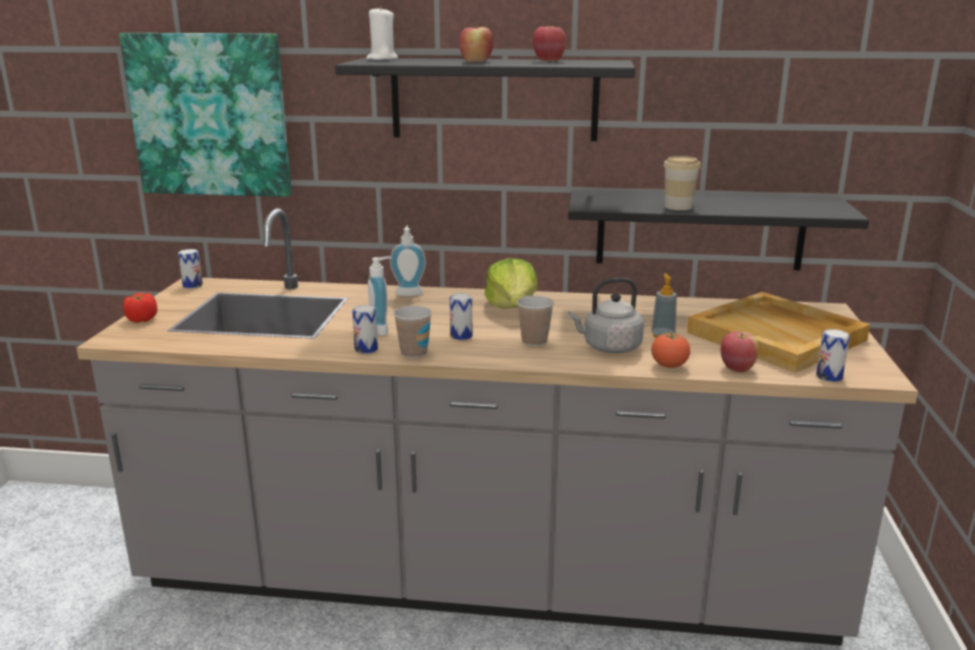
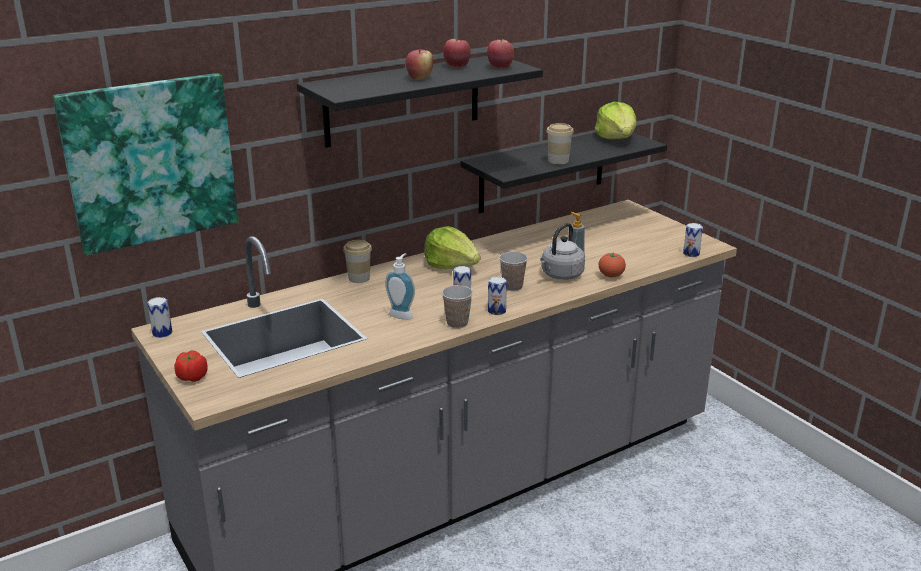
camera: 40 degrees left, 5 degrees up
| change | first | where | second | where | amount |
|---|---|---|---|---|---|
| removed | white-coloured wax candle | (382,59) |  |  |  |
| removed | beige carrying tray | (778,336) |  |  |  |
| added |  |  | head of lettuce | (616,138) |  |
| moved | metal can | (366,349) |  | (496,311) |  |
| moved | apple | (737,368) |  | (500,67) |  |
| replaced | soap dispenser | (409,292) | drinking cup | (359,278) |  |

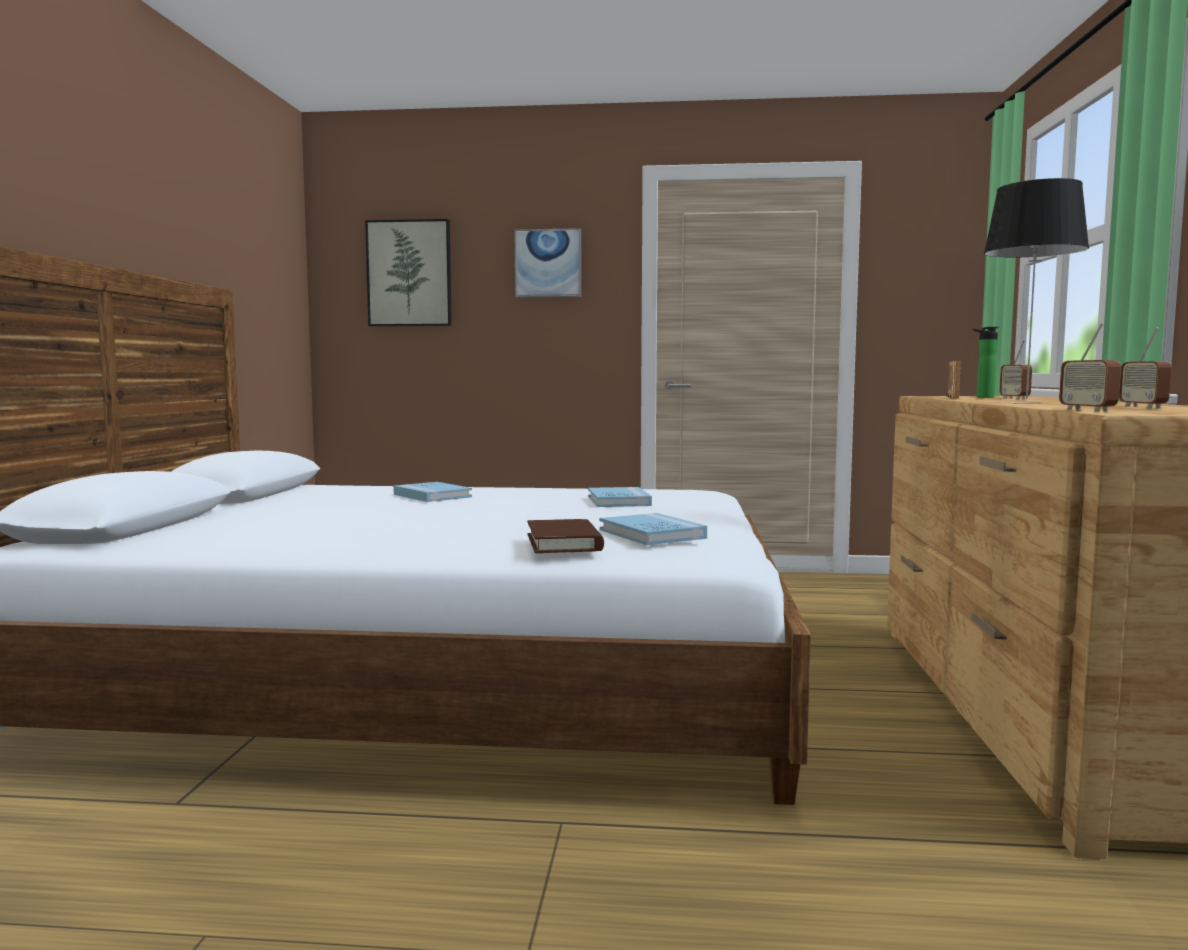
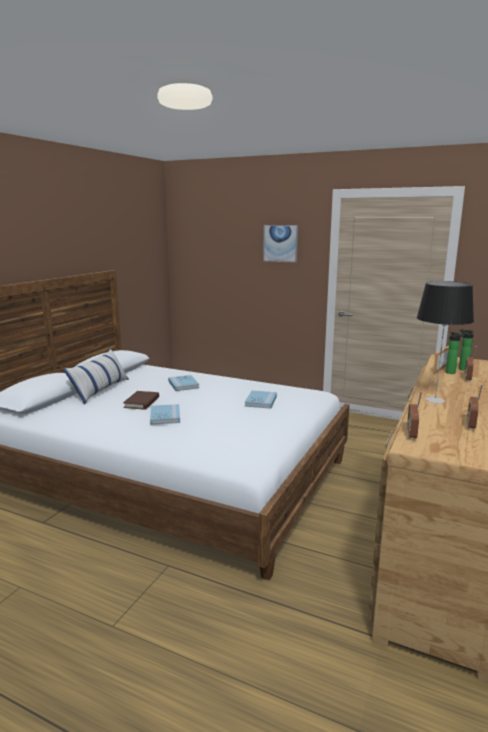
camera: 20 degrees right, 10 degrees up
| change | first | where | second | where | amount |
|---|---|---|---|---|---|
| removed | wall art | (409,273) |  |  |  |
| added |  |  | pillow | (100,390) |  |
| added |  |  | beverage bottle | (452,373) |  |
| moved | brown book | (564,542) |  | (141,402) |  |
| moved | bluish book | (651,534) |  | (165,416) |  |

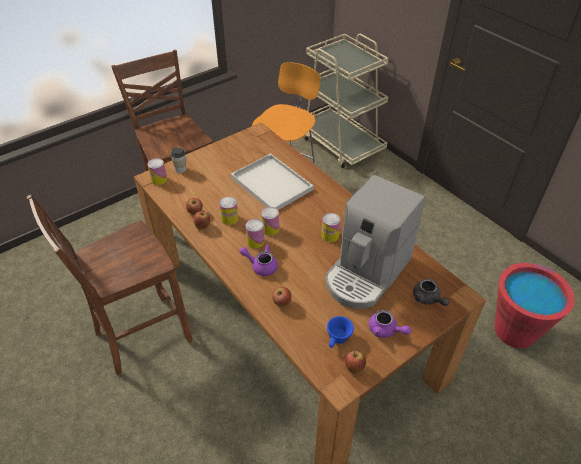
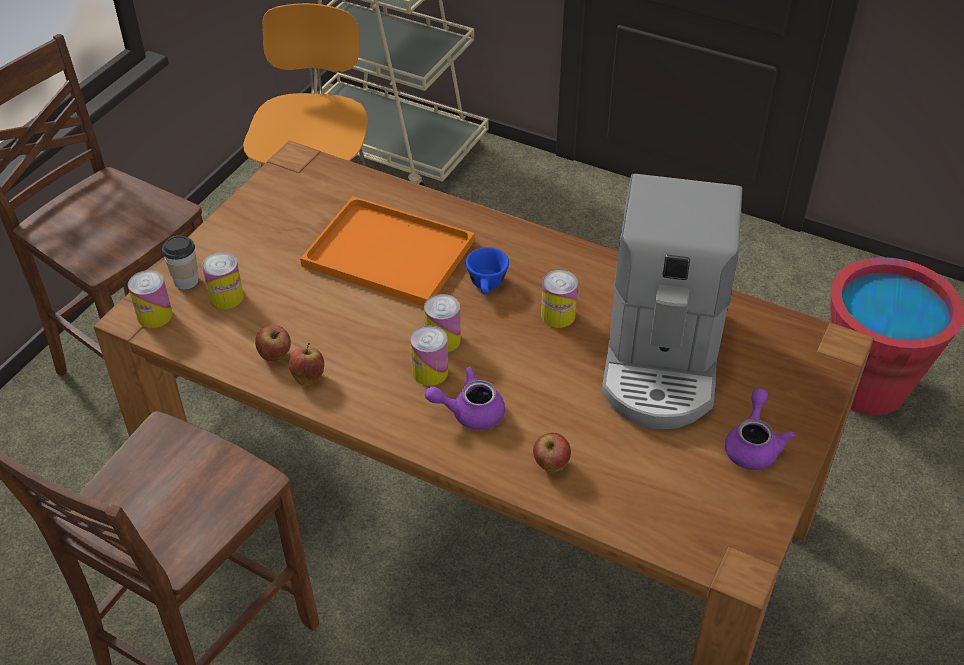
camera: 25 degrees left, 0 degrees up
| change | first | where | second | where | amount |
|---|---|---|---|---|---|
| removed | apple | (354,367) |  |  |  |
| removed | greyish teapot | (428,299) |  |  |  |
| moved | metal can | (229,218) |  | (226,297) |  |
| moved | bluish drinking cup | (337,339) |  | (487,286) |  |
| recoloured | white-coloured carrying tray | (270,183) | orange carrying tray | (385,253) |  |
| turned | purplish teapot | (386,330) |  | (753,445) | 90 degrees counterclockwise |

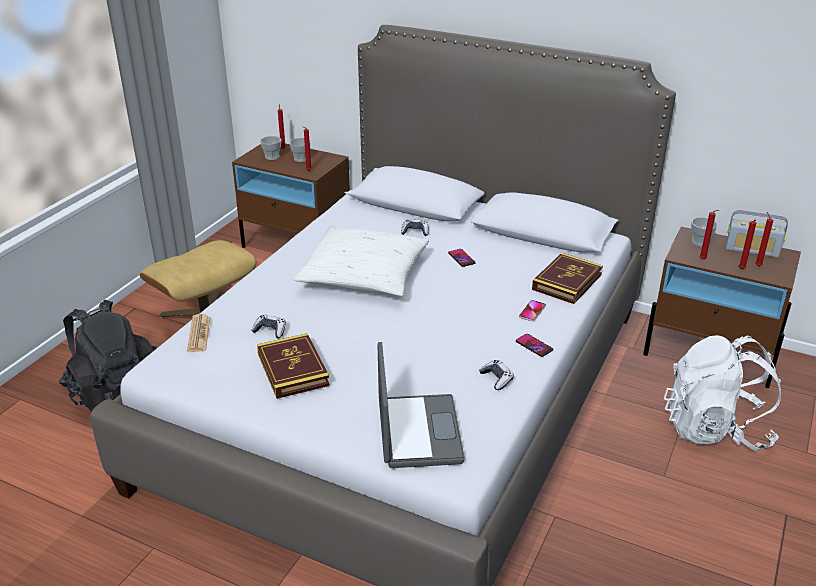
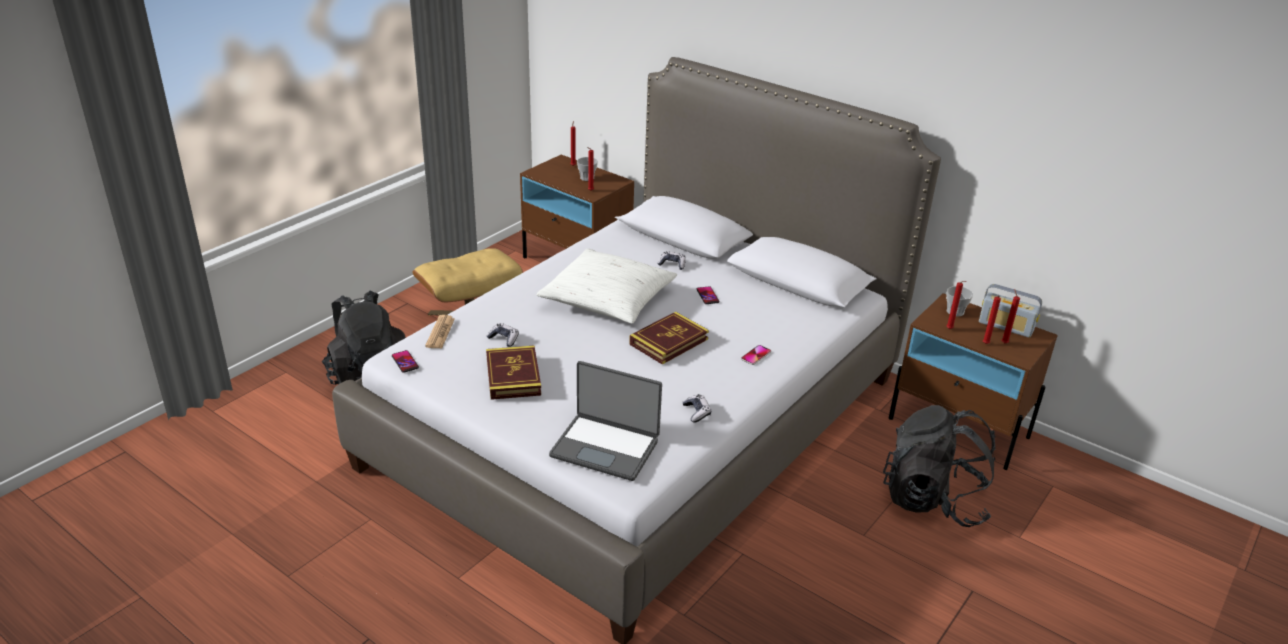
camera: 10 degrees right, 0 degrees up
| change | first | where | second | where | amount |
|---|---|---|---|---|---|
| removed | drinking cup | (272,157) |  |  |  |
| moved | phone | (534,346) |  | (405,362) |  |
| moved | book | (567,282) |  | (668,342) |  |
| recoloured | white-coloured backpack | (715,429) | black backpack | (933,500) |  |
| turned | portable computer | (417,432) |  | (605,447) | 105 degrees clockwise |

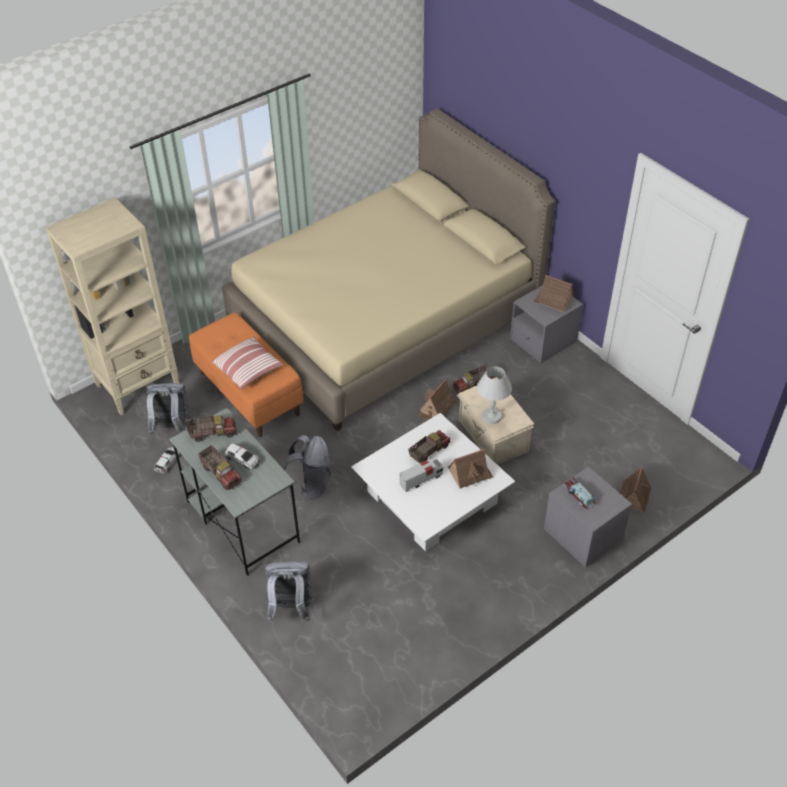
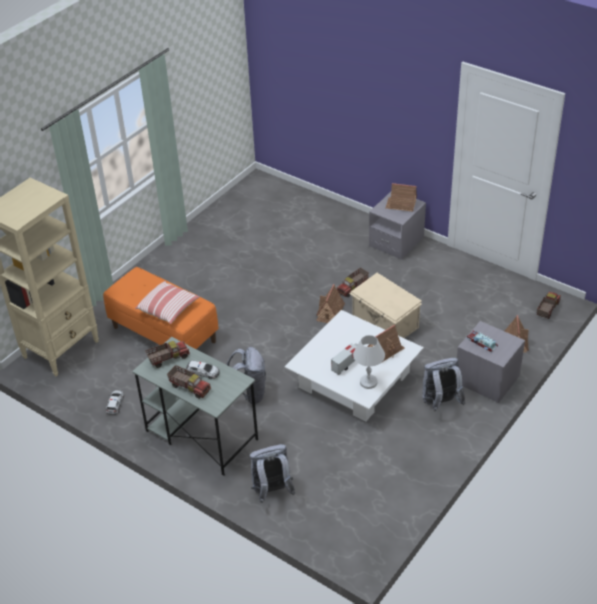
camera: 15 degrees left, 5 degrees down
| change | first | where | second | where | amount |
|---|---|---|---|---|---|
| removed | beige bedroom bed | (385,319) |  |  |  |
| moved | greyish backpack | (172,428) |  | (440,403) |  |
| moved | toy truck | (428,451) |  | (547,309) |  |
| moved | white-coloured lamp for a table | (492,416) |  | (368,382) |  |

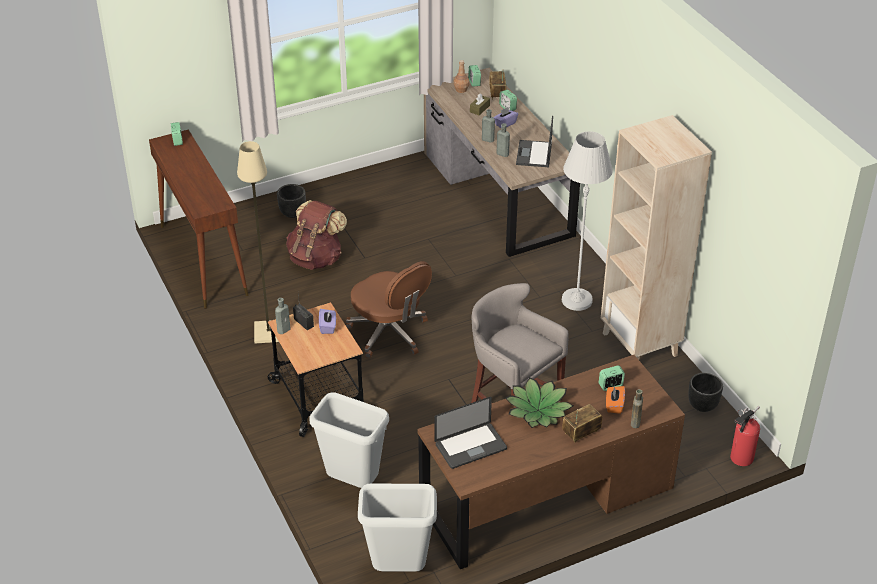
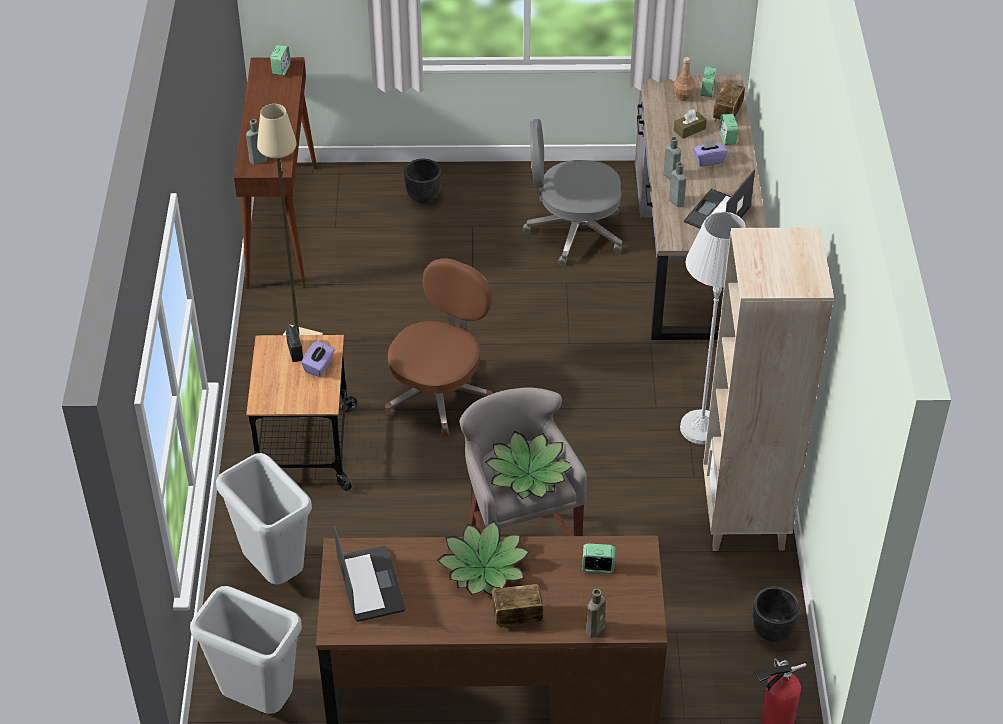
camera: 25 degrees right, 5 degrees up
| change | first | where | second | where | amount |
|---|---|---|---|---|---|
| removed | brown backpack | (316,258) |  |  |  |
| removed | orange tissue holder | (614,405) |  |  |  |
| added |  |  | potted plant | (528,474) |  |
| added |  |  | greyish office chair | (573,232) |  |
| moved | greyish beverage bottle | (284,329) |  | (259,160) |  |
| turned | brown office chair | (389,333) |  | (439,393) | 135 degrees counterclockwise |
| turned | portable computer | (470,447) |  | (370,585) | 105 degrees counterclockwise |

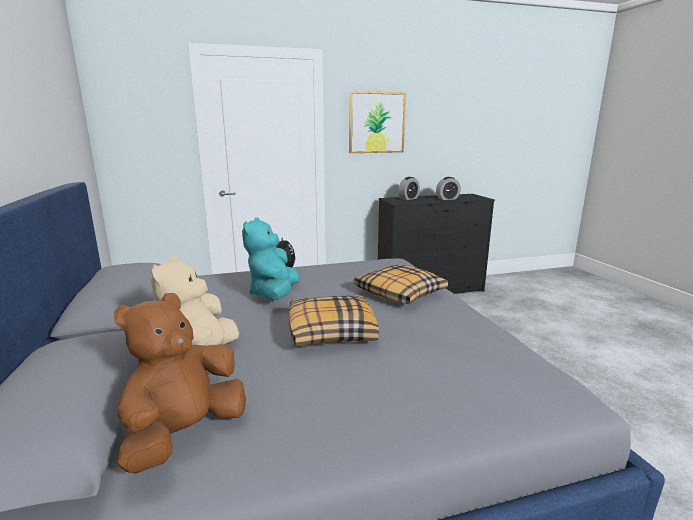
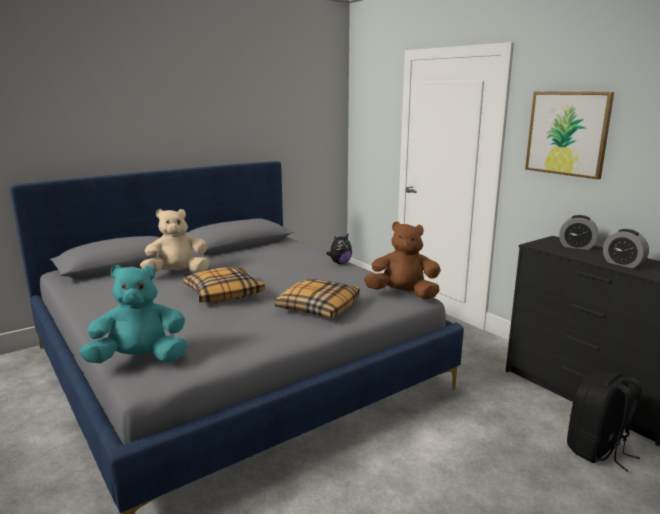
camera: 70 degrees right, 0 degrees up
| change | first | where | second | where | amount |
|---|---|---|---|---|---|
| added |  |  | black backpack | (597,450) |  |
| moved | brown soft toy | (185,434) |  | (403,294) |  |
| moved | turquoise soft toy | (274,294) |  | (140,360) |  |

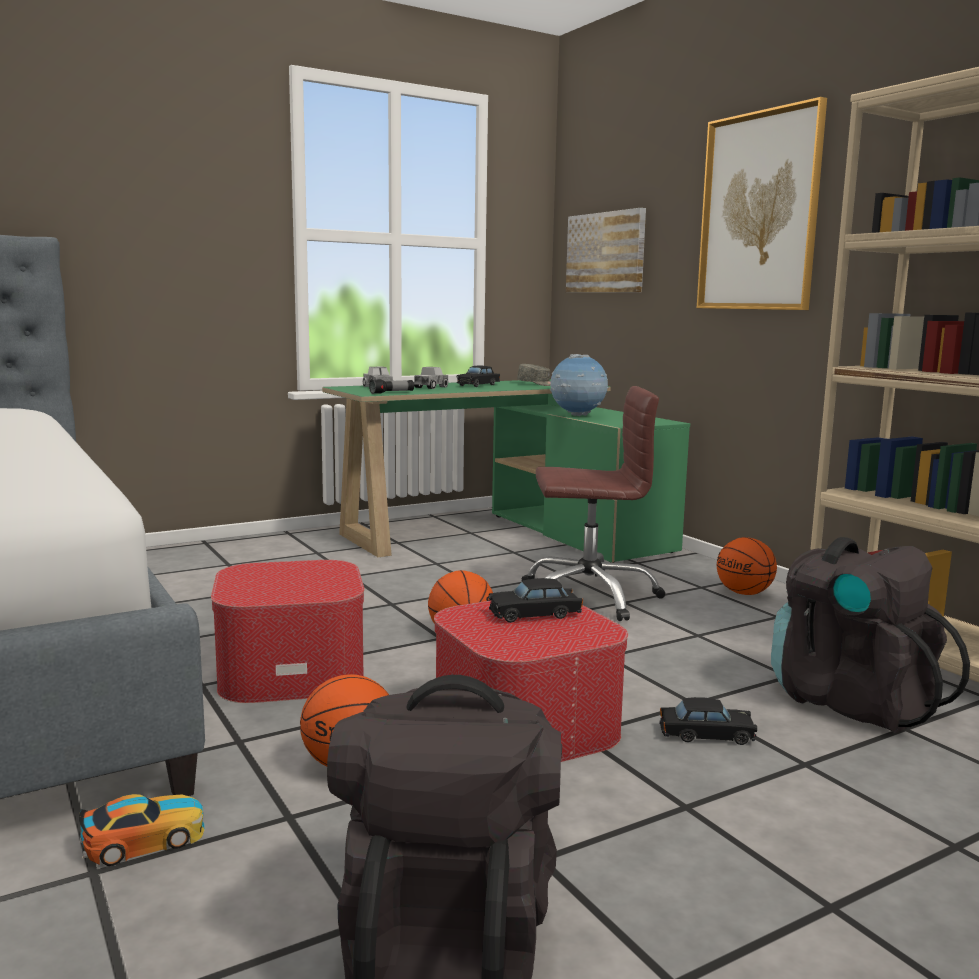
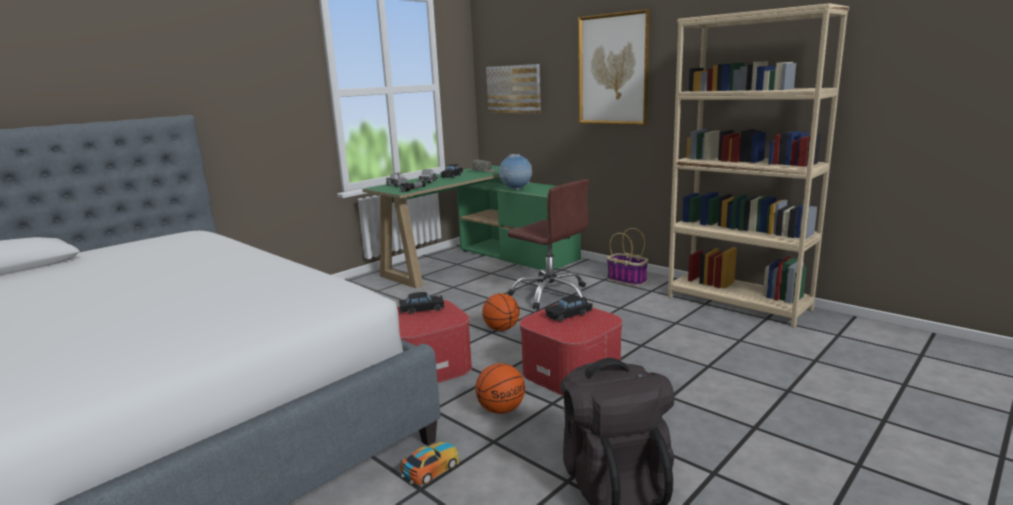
camera: 15 degrees left, 5 degrees up
| change | first | where | second | where | amount |
|---|---|---|---|---|---|
| removed | black backpack | (851,702) |  |  |  |
| moved | black model car | (706,735) |  | (422,309) |  |
| replaced | basketball | (744,593) | basket | (627,280) |  |
| turned | brown office chair | (588,596) |  | (551,294) | 60 degrees clockwise |

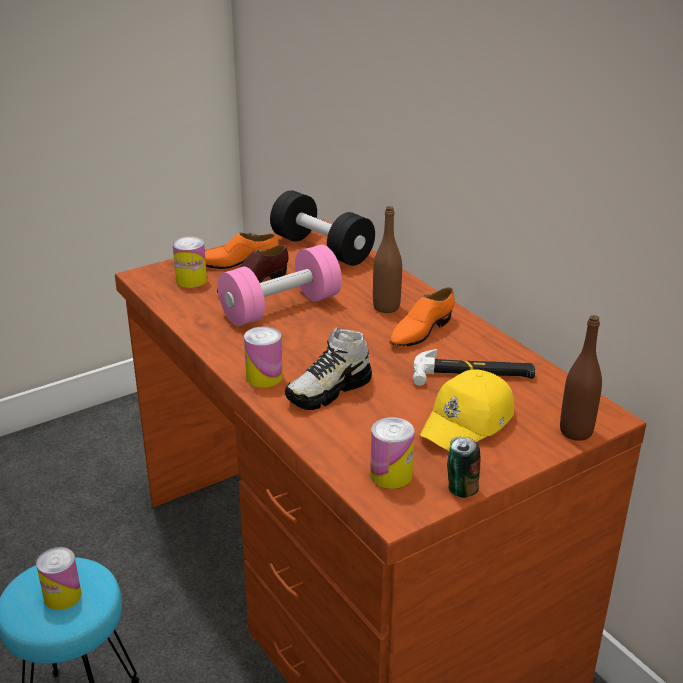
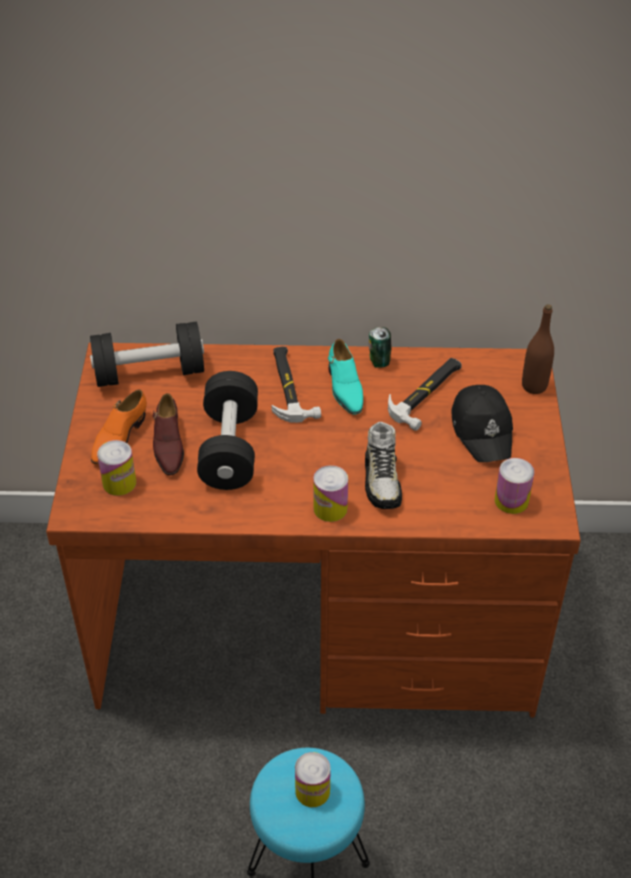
camera: 55 degrees left, 15 degrees up
| change | first | where | second | where | amount |
|---|---|---|---|---|---|
| moved | metal can | (461,489) |  | (379,362) |  |
| replaced | brown beverage bottle | (386,307) | tool hammer | (289,387) |  |
| recoloured | pink dumbbell | (281,308) | black dumbbell | (229,448) |  |
| recoloured | orange item of footwear | (420,331) | turquoise item of footwear | (344,388) |  |
| recoloured | yellow-coloured baseball cap | (468,422) | black baseball cap | (483,430) |  |

